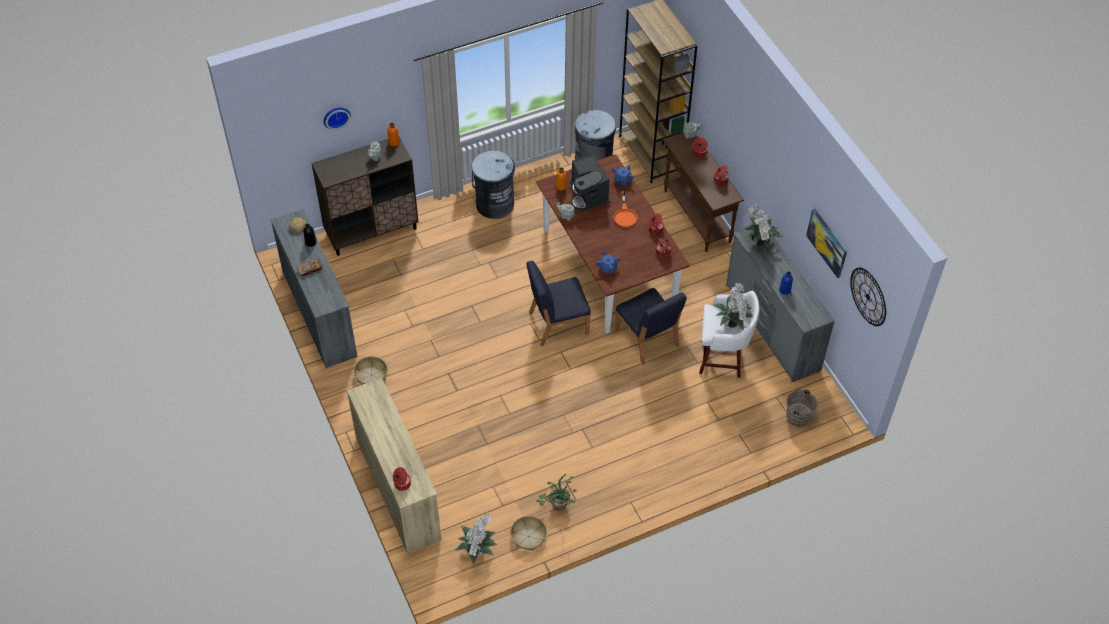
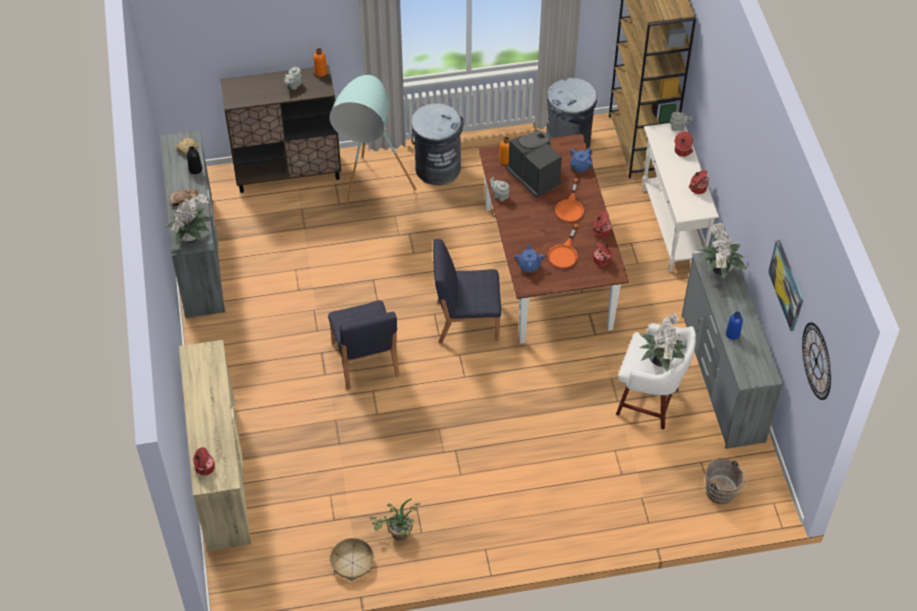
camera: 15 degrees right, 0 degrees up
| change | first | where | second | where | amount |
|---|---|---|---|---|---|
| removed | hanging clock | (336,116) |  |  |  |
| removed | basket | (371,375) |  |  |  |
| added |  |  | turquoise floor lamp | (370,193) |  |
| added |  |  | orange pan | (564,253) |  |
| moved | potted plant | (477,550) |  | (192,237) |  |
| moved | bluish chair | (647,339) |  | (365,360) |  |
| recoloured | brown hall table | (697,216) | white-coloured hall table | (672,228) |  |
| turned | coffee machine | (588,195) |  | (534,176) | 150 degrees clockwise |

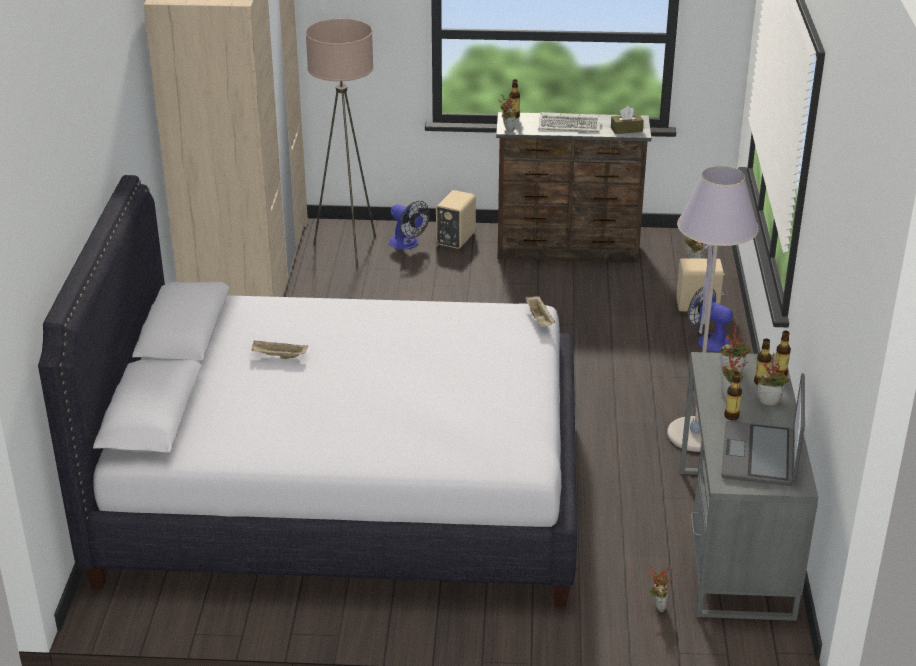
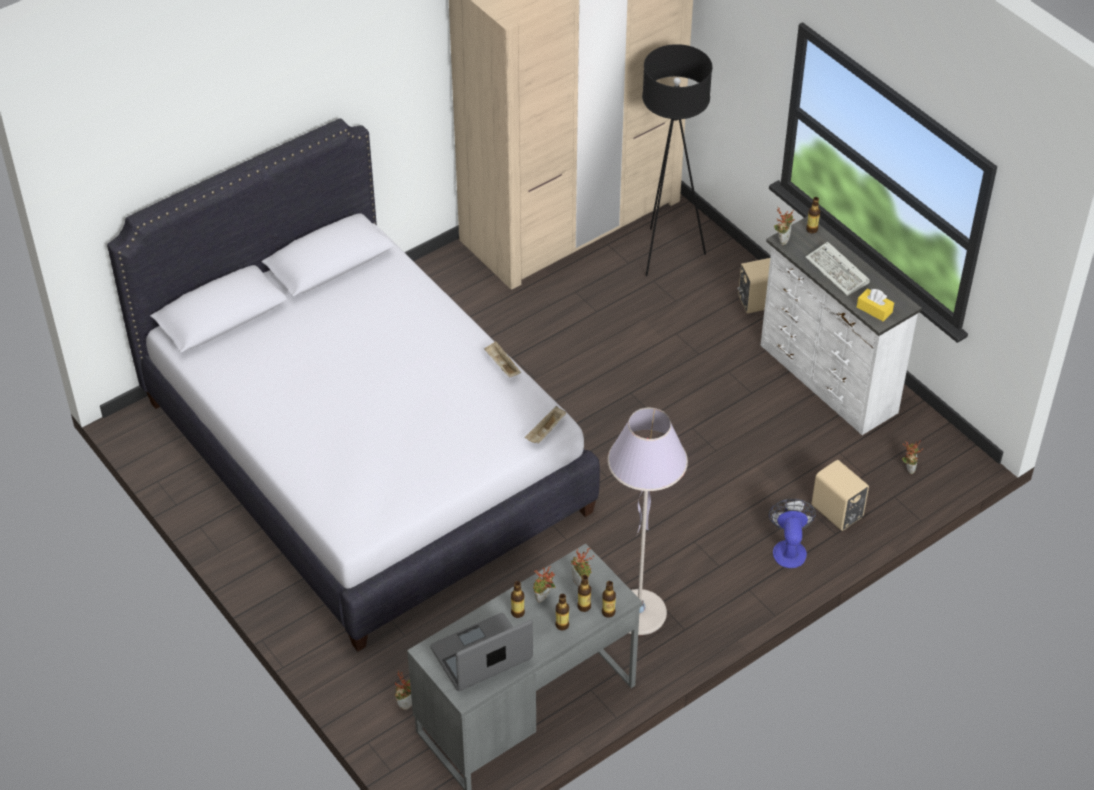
camera: 50 degrees right, 15 degrees up
| change | first | where | second | where | amount |
|---|---|---|---|---|---|
| removed | fan | (407,244) |  |  |  |
| moved | beige carrying tray | (278,356) |  | (502,365) |  |
| replaced | potted plant | (770,401) | beverage bottle | (562,625) |  |
| recoloured | beige floor lamp | (348,250) | black floor lamp | (667,253) |  |
| recoloured | brown chest of drawers | (568,250) | white-coloured chest of drawers | (827,380) |  |
| recoloured | brown tissue holder | (626,129) | yellow-coloured tissue holder | (874,309) |  |

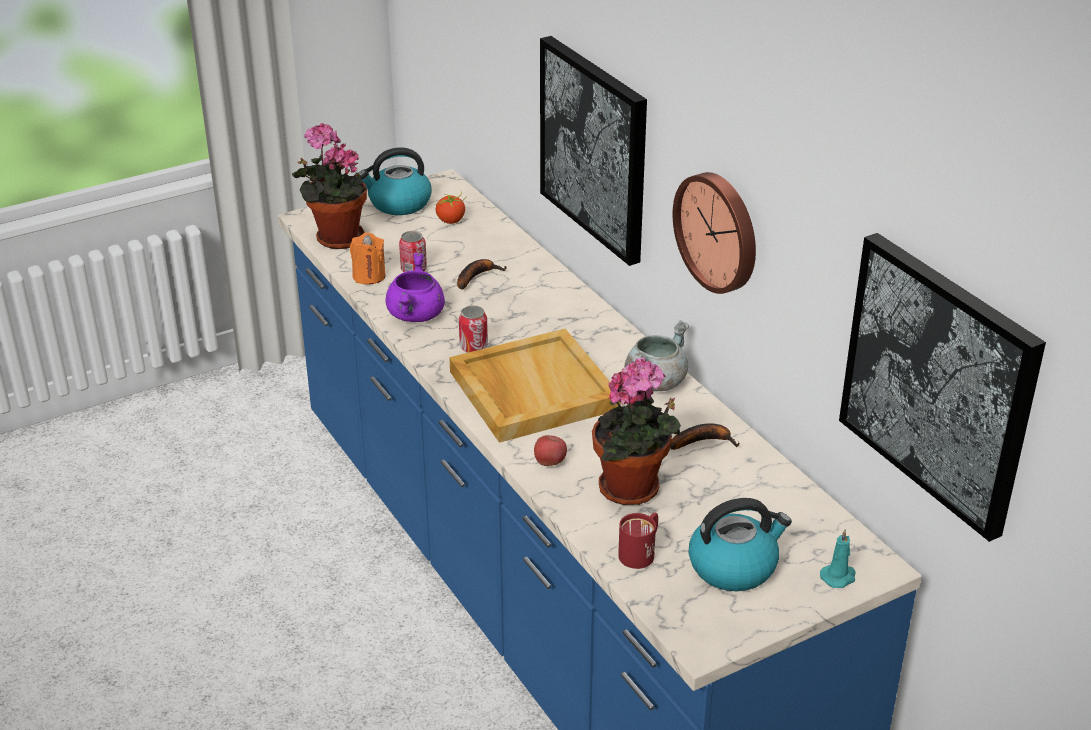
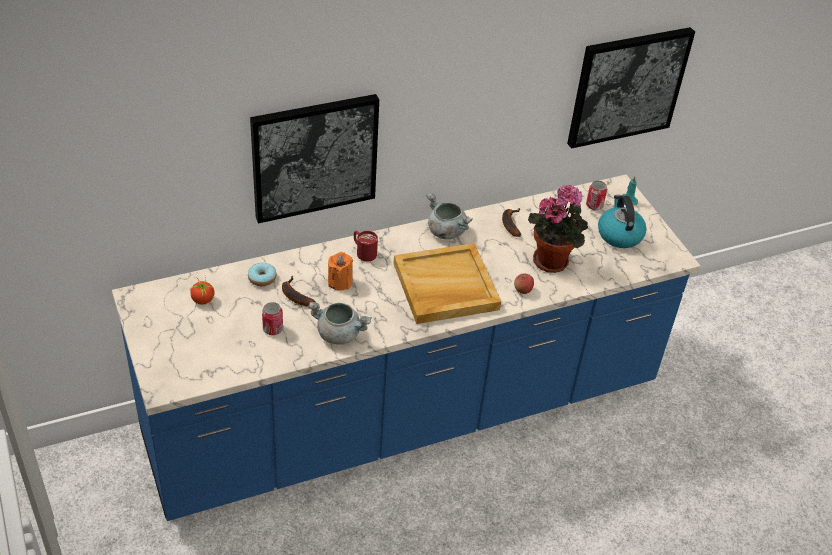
camera: 85 degrees left, 10 degrees up
| change | first | where | second | where | amount |
|---|---|---|---|---|---|
| removed | potted plant | (335,239) |  |  |  |
| removed | tea kettle | (399,204) |  |  |  |
| removed | hanging clock | (719,231) |  |  |  |
| added |  |  | donut | (262,278) |  |
| moved | orange wax candle | (369,276) |  | (340,282) |  |
| moved | metal can | (473,347) |  | (594,205) |  |
| moved | red-coloured tea mug | (641,552) |  | (363,252) |  |
| recoloured | purplish cooking pot | (416,316) | greyish cooking pot | (339,334) |  |

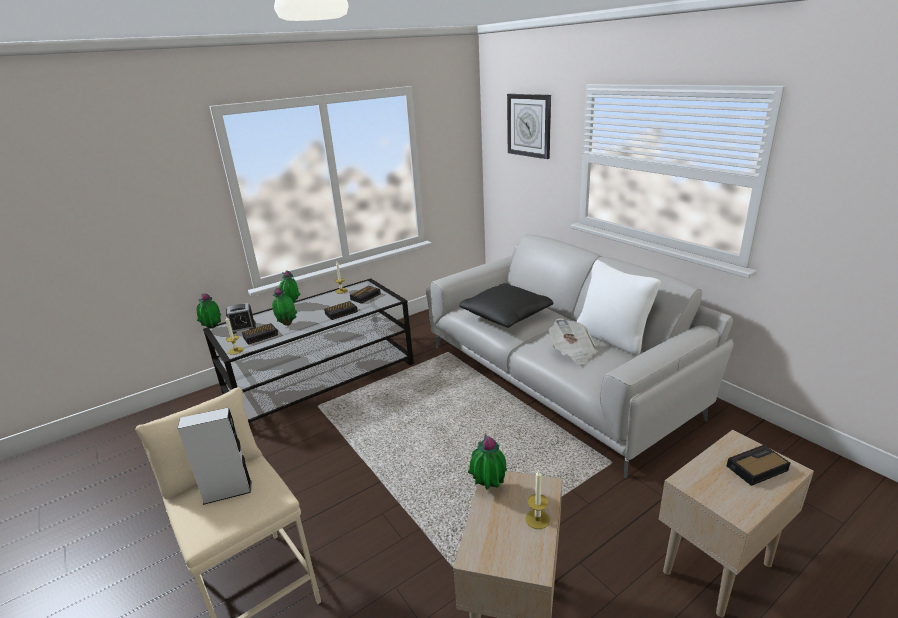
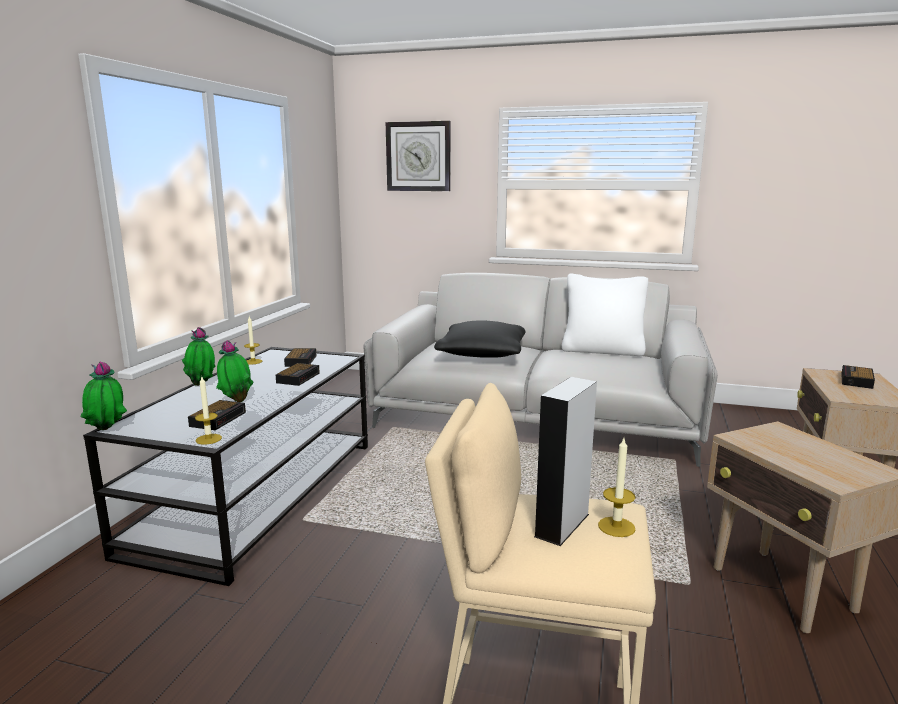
camera: 40 degrees left, 10 degrees down
| change | first | where | second | where | amount |
|---|---|---|---|---|---|
| removed | alarm clock | (243,328) |  |  |  |
| removed | potted plant | (488,488) |  |  |  |
| removed | printed paper | (572,352) |  |  |  |
| moved | wax candle | (537,519) |  | (616,527) |  |

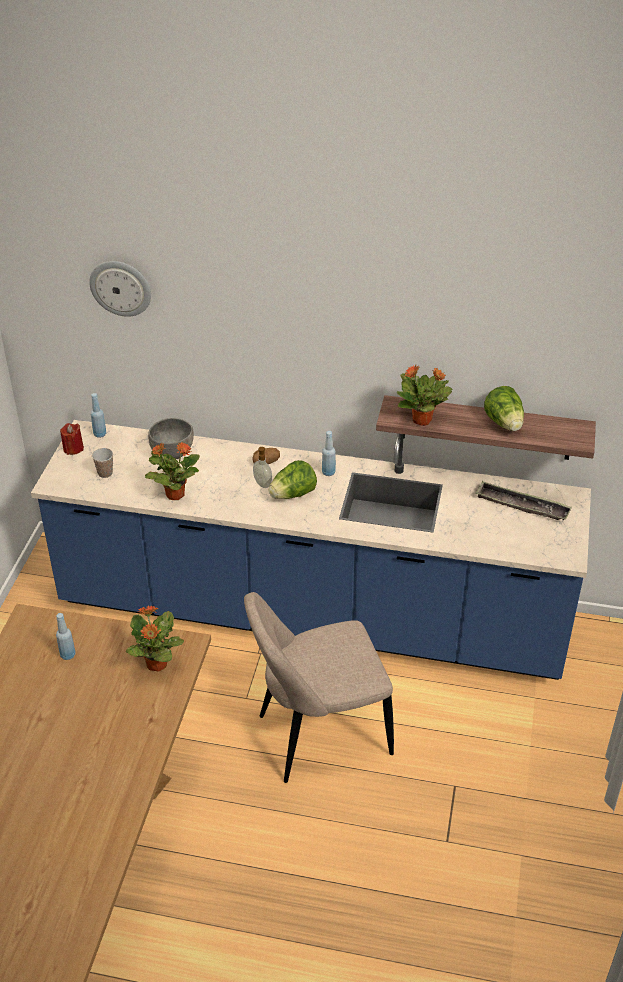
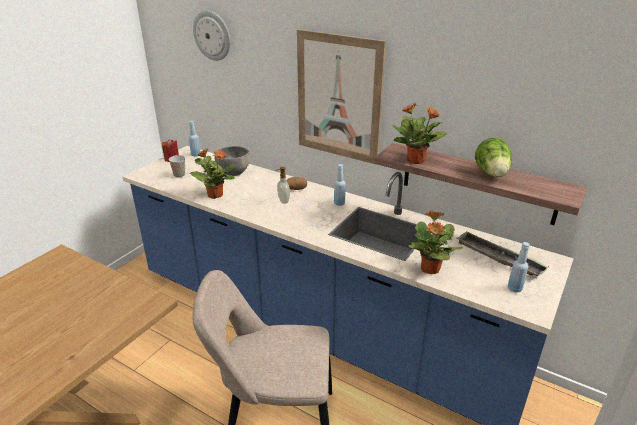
camera: 20 degrees right, 10 degrees down
| change | first | where | second | where | amount |
|---|---|---|---|---|---|
| removed | head of lettuce | (293,494) |  |  |  |
| added |  |  | wall art | (338,97) |  |
| moved | bluish beverage bottle | (68,655) |  | (514,288) |  |
| moved | potted plant | (156,664) |  | (430,269) |  |

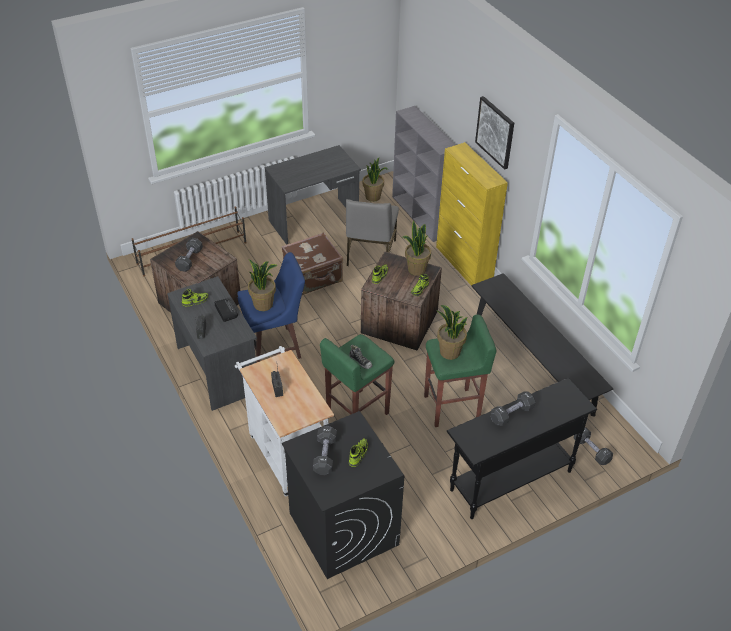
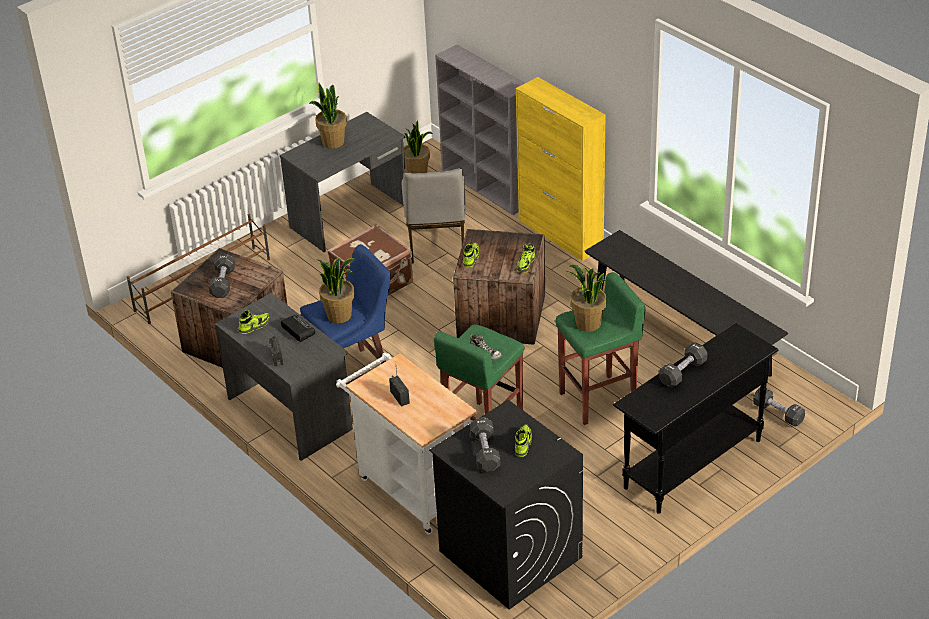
camera: 10 degrees left, 5 degrees down
| change | first | where | second | where | amount |
|---|---|---|---|---|---|
| removed | wall art | (495,132) |  |  |  |
| moved | potted plant | (416,269) |  | (332,142) |  |

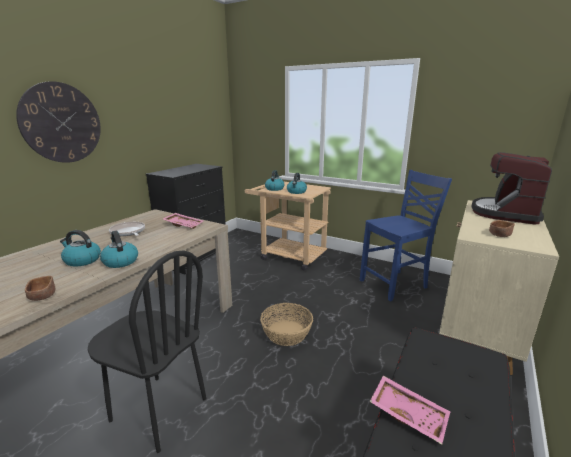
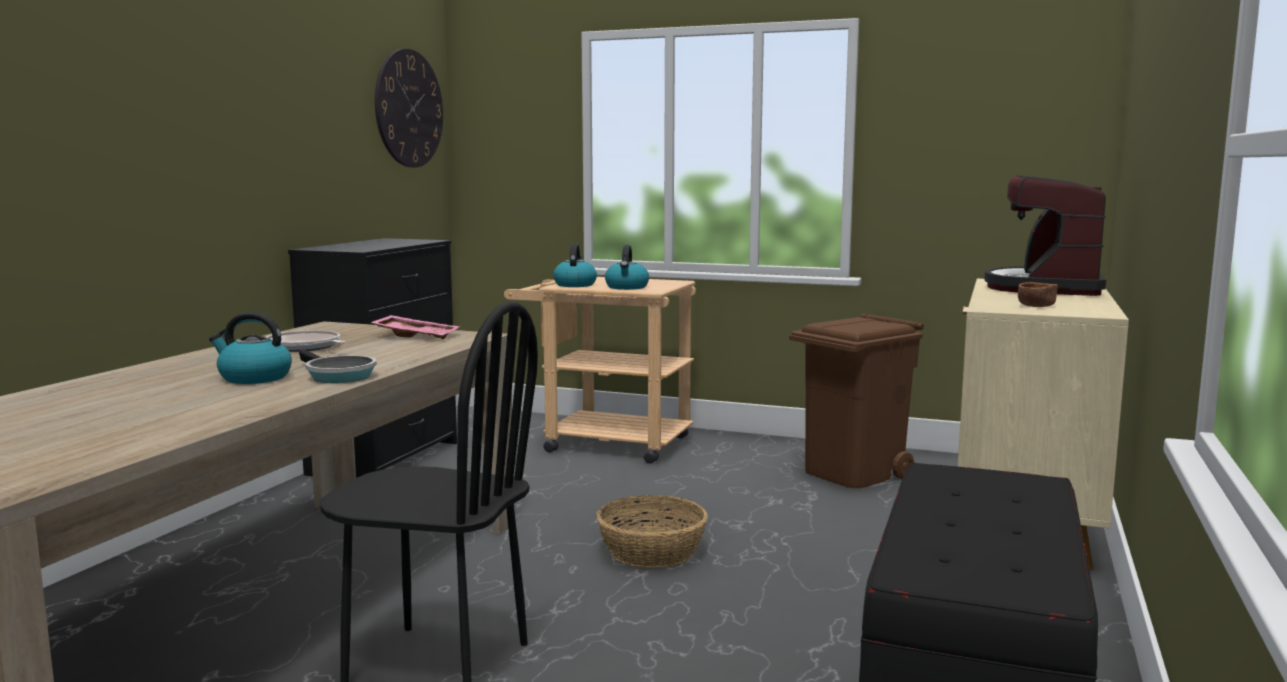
camera: 10 degrees left, 10 degrees down
| change | first | where | second | where | amount |
|---|---|---|---|---|---|
| removed | brown deep dish | (42,296) |  |  |  |
| removed | pink carrying tray | (408,413) |  |  |  |
| moved | hanging clock | (61,123) |  | (409,108) |  |
| replaced | tea kettle | (120,261) | pan | (337,376) |  |
| replaced | bluish chair | (395,284) | brown waste bin | (853,473) |  |

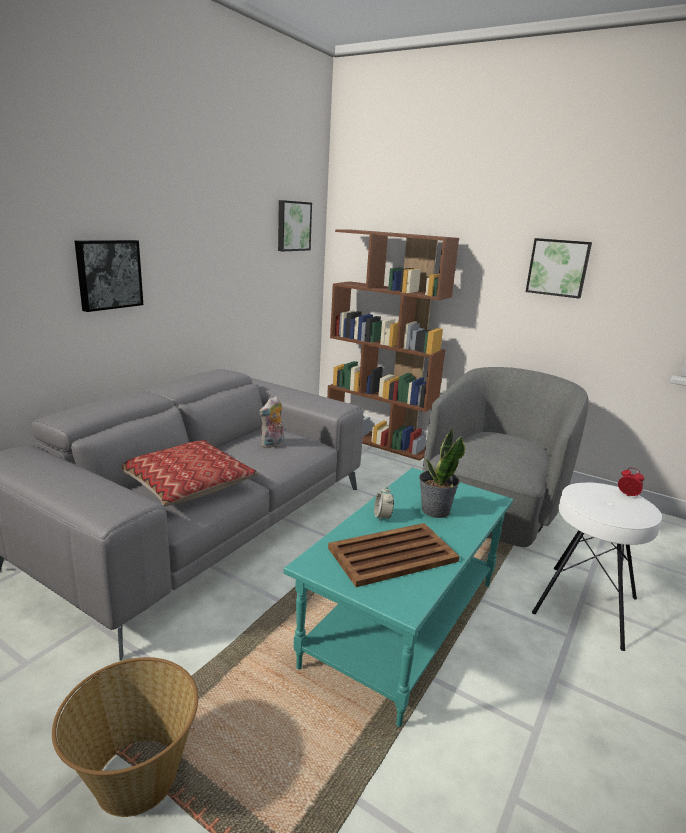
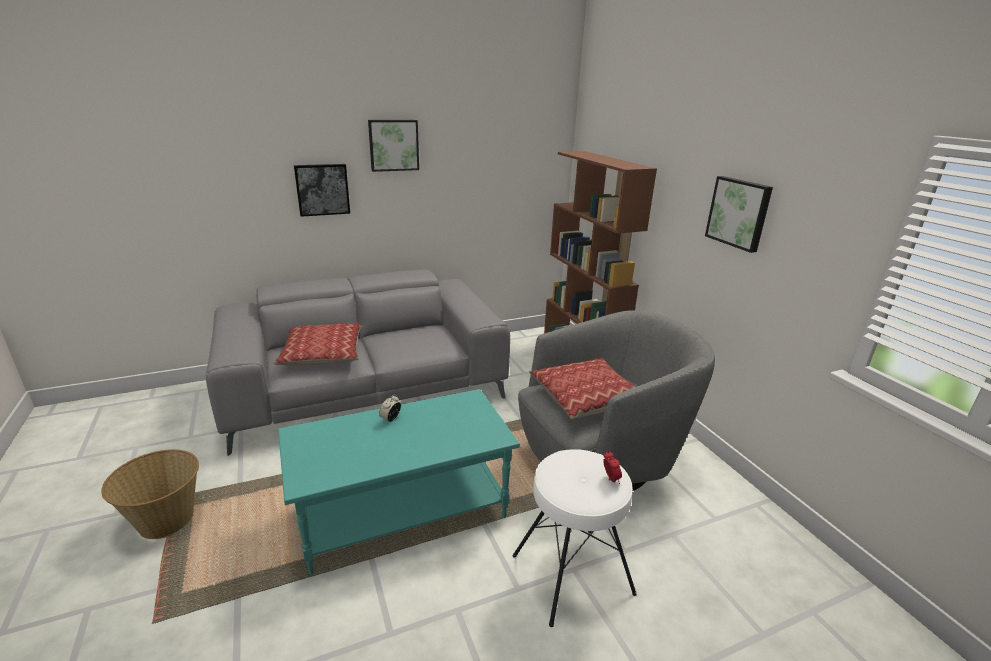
camera: 35 degrees right, 5 degrees up
| change | first | where | second | where | amount |
|---|---|---|---|---|---|
| removed | soft toy | (272,445) |  |  |  |
| removed | brown carrying tray | (391,555) |  |  |  |
| removed | potted plant | (435,510) |  |  |  |
| added |  |  | pillow | (587,397) |  |
| moved | wall art | (293,226) |  | (393,145) |  |

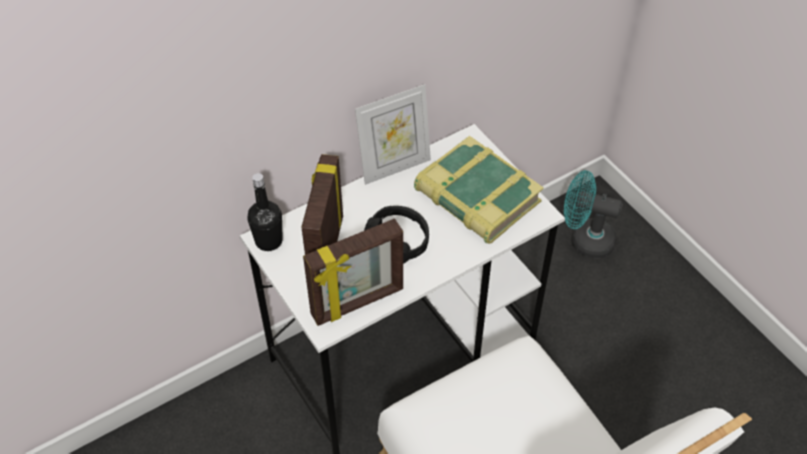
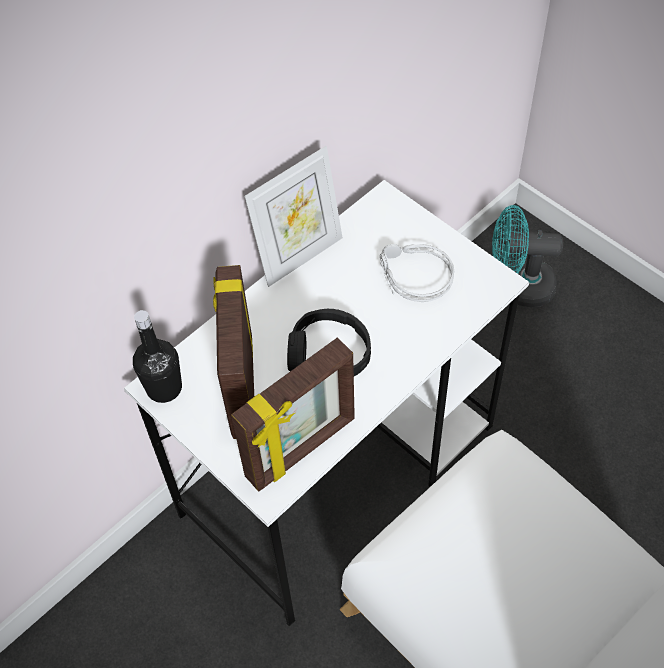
camera: 10 degrees left, 5 degrees up
| change | first | where | second | where | amount |
|---|---|---|---|---|---|
| replaced | book | (476,197) | greyish pair of headphones | (413,277) |  |

